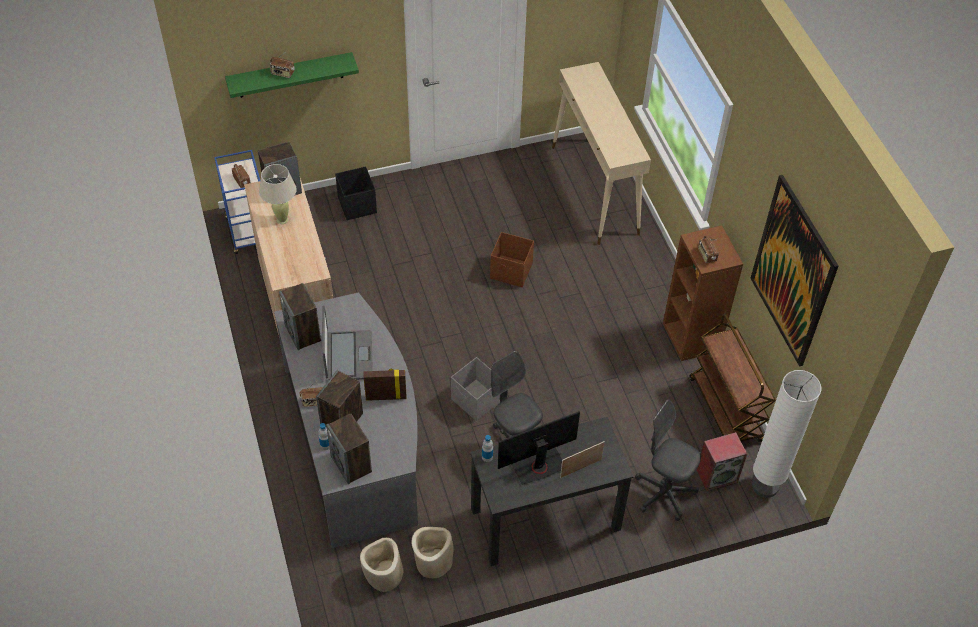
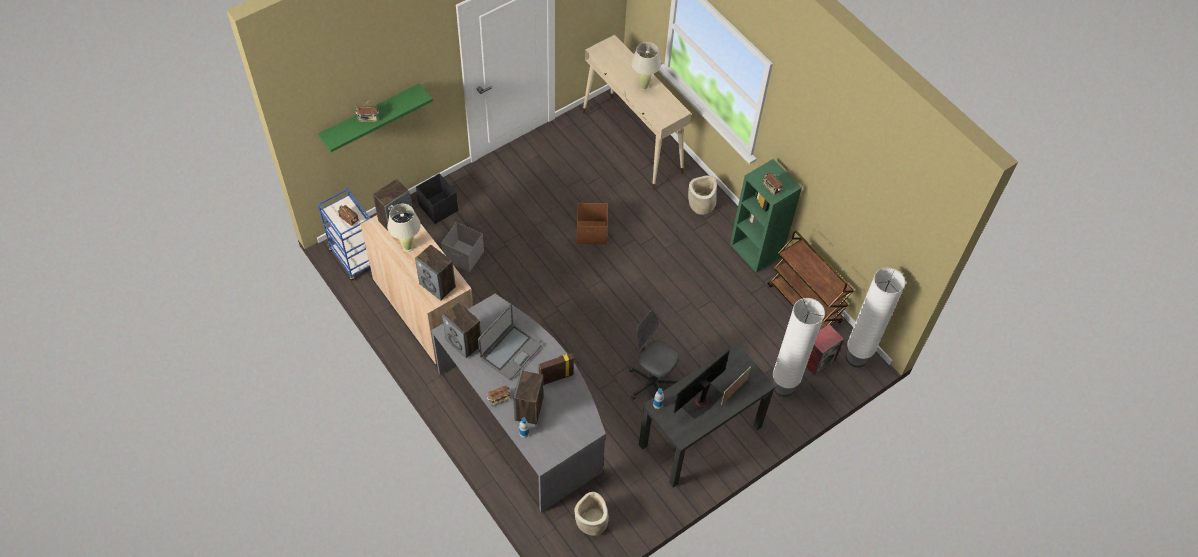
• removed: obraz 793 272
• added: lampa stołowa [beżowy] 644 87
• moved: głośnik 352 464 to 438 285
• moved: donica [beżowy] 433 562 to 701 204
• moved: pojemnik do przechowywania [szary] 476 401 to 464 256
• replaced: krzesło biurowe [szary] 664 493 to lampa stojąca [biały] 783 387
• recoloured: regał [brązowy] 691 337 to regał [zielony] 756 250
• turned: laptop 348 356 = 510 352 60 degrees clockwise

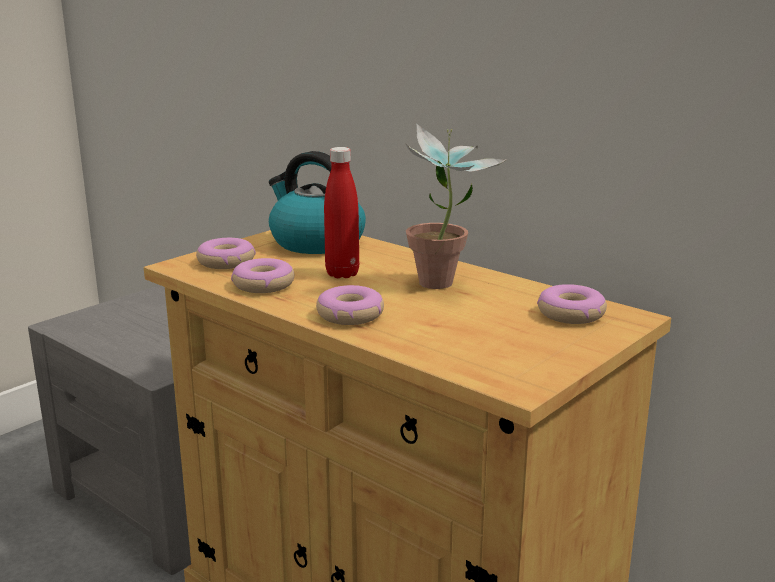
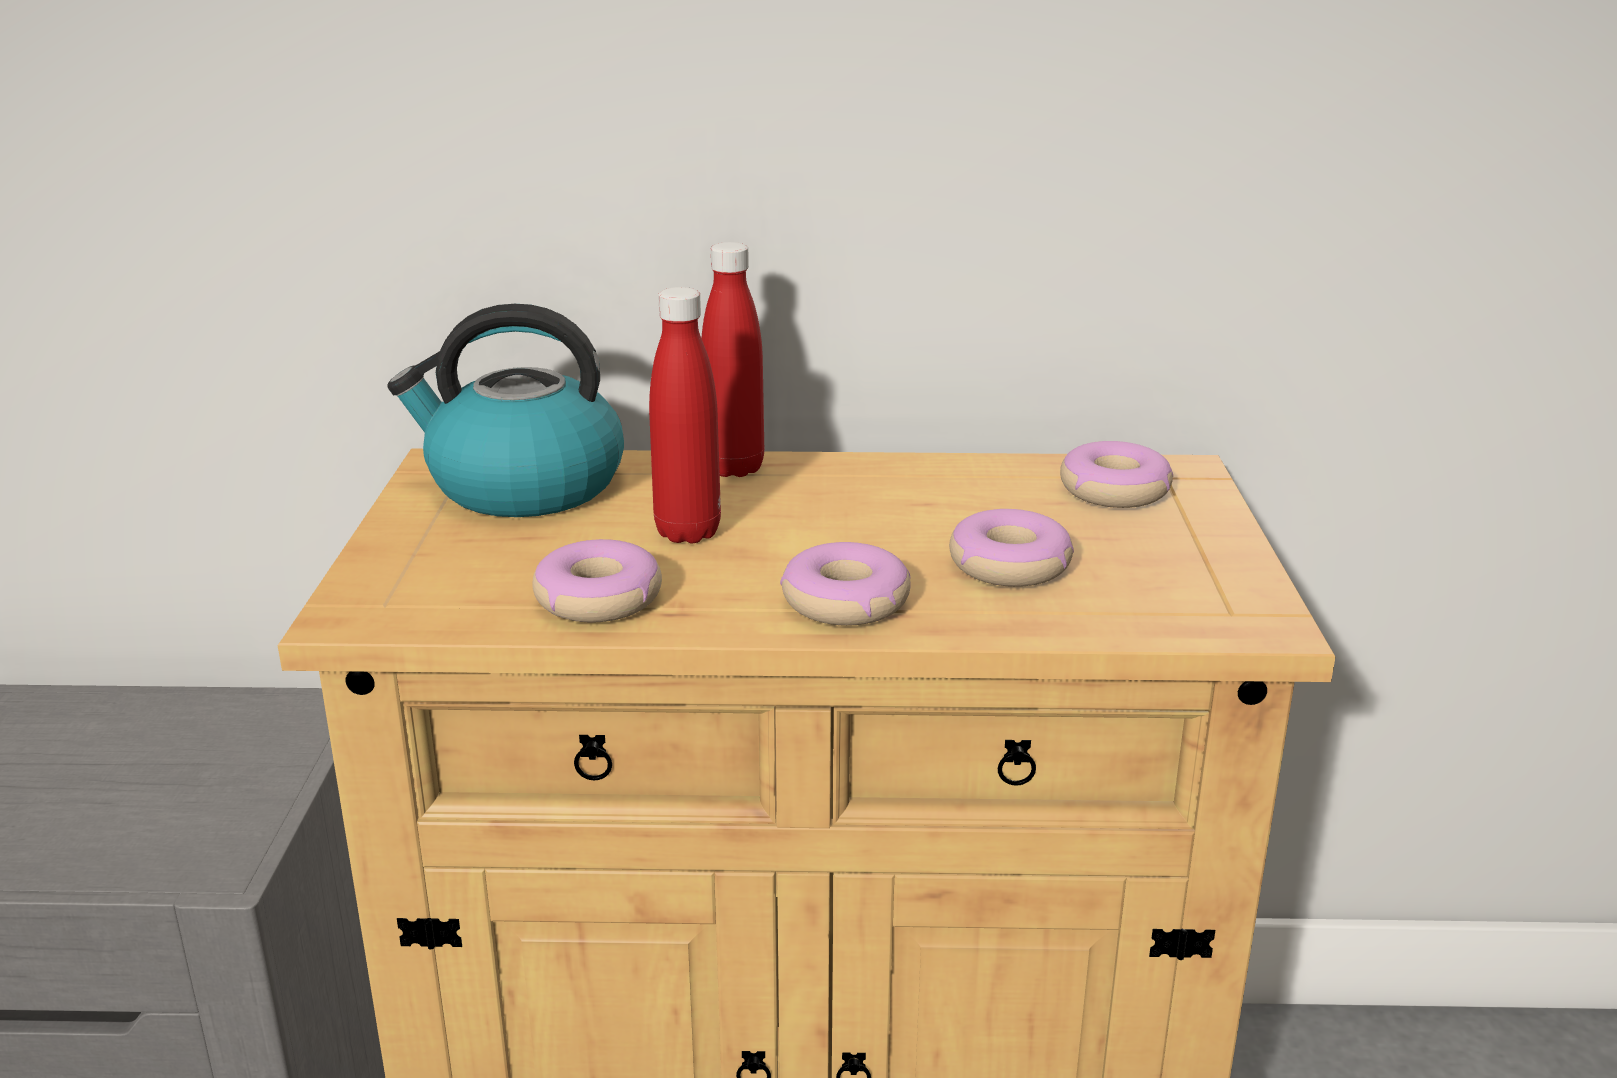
• removed: roślina doniczkowa 444 287
• added: butelka [czerwony] 734 468
• moved: donut 226 262 to 1010 565

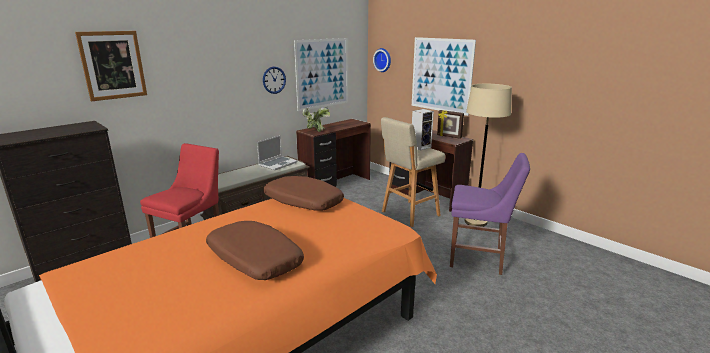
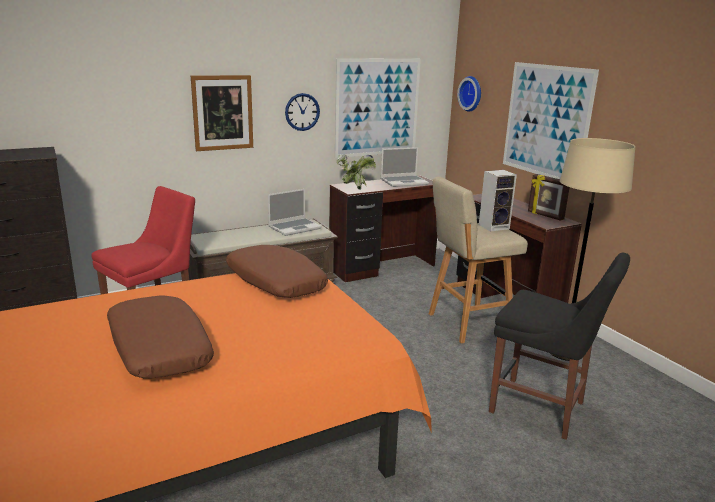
• added: laptop 404 182
• moved: obraz 113 65 to 222 113
• recoloured: krzesło [fioletowy] 479 259 to krzesło [czarny] 542 409

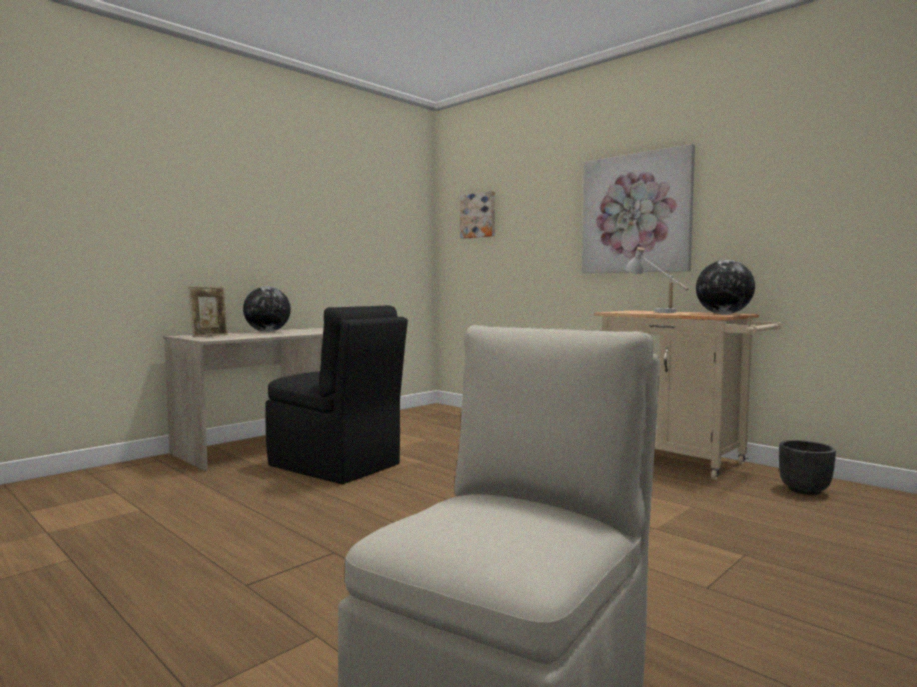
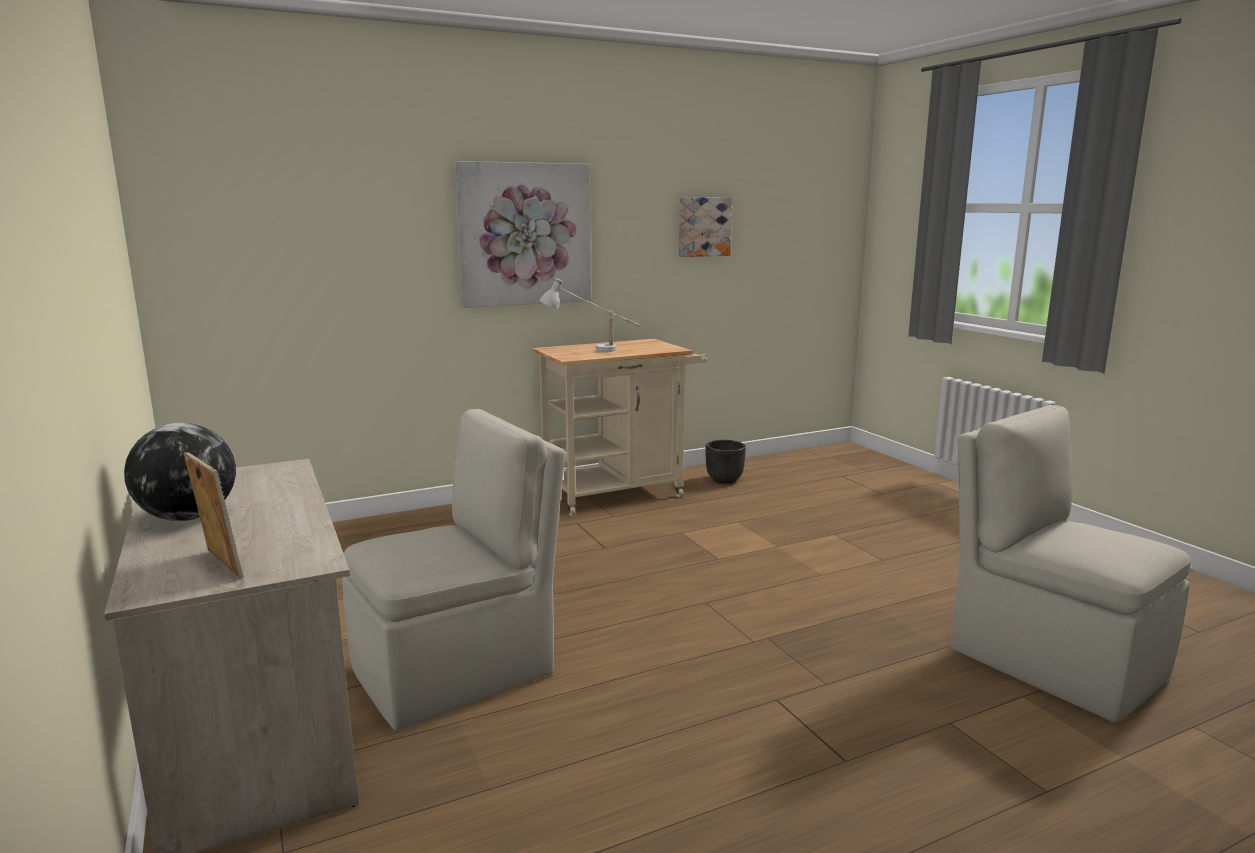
• removed: globus 723 314
• moved: obraz 478 215 to 703 226
• recoloured: krzesło [czarny] 336 466 to krzesło [beżowy] 458 670

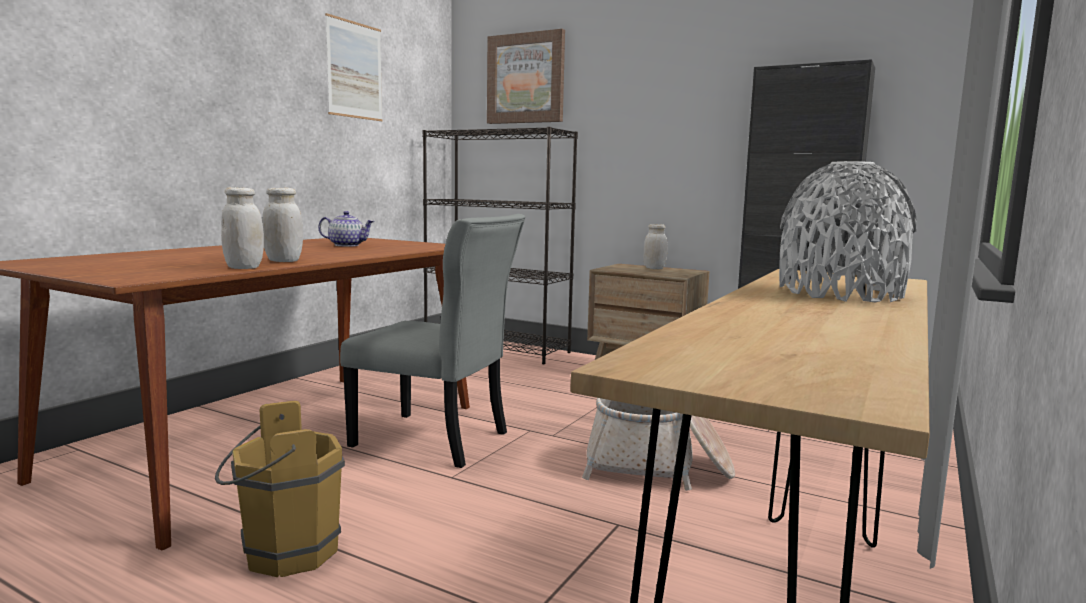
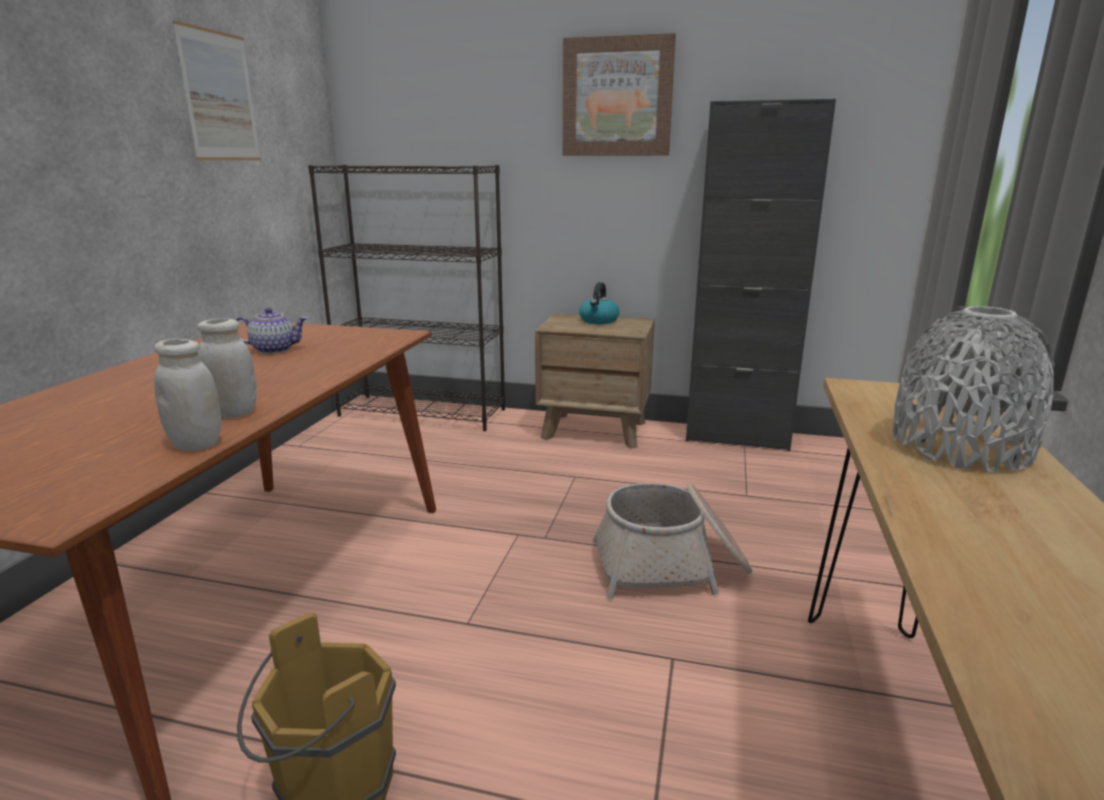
• removed: krzesło [szary] 436 441
• moved: obraz 526 78 to 617 97
• replaced: słoik [biały] 654 268 to czajnik 599 321

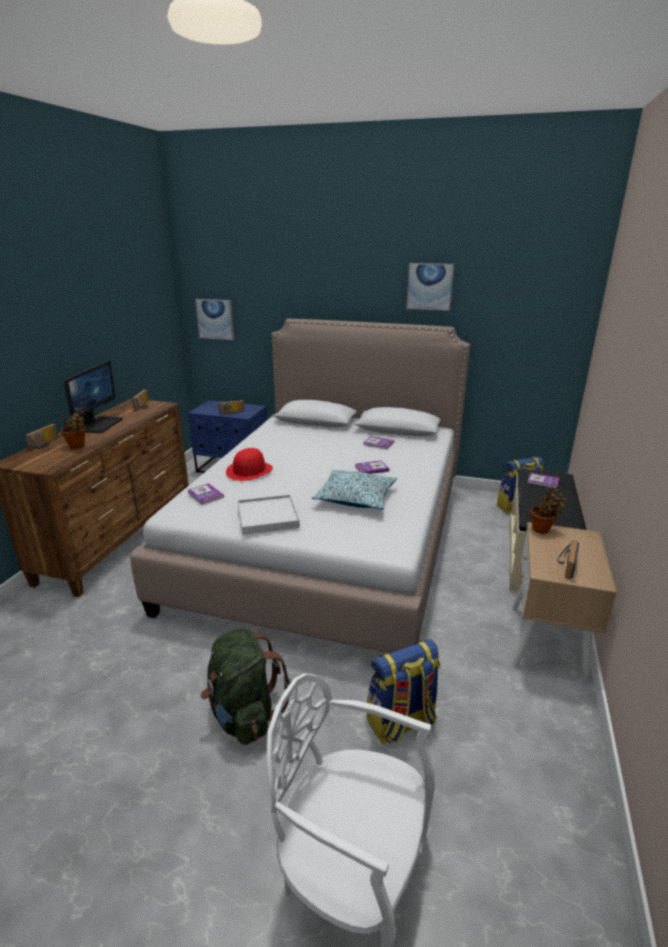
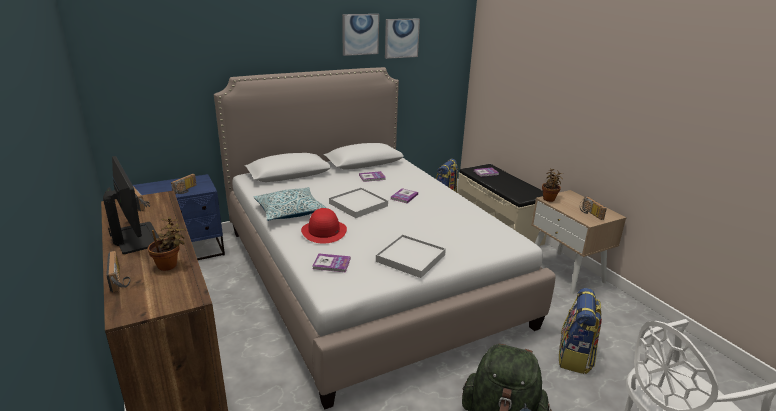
• added: taca [biały] 358 205
• moved: obraz 215 319 to 401 38
• moved: poduszka 356 498 to 290 211

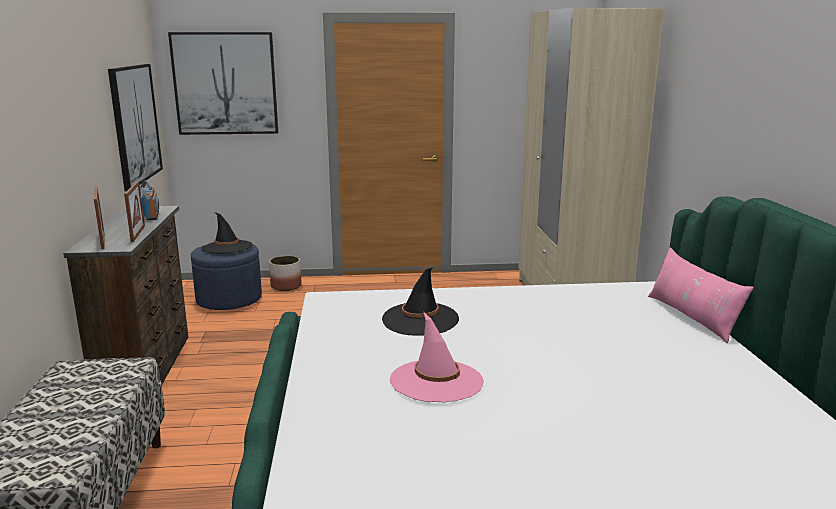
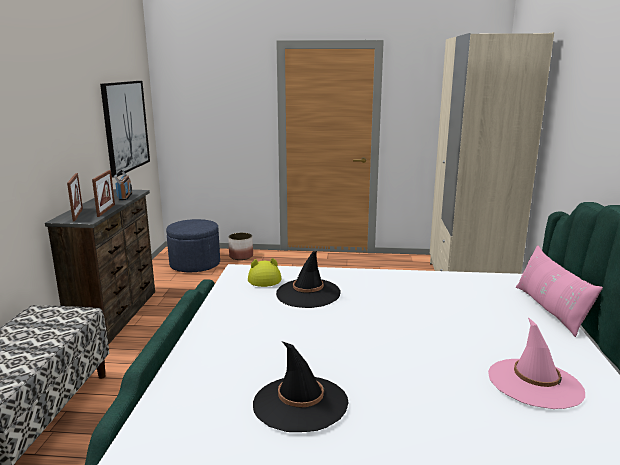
• removed: obraz 225 83
• added: kapelusz [żółty] 263 278
• moved: kapelusz [czarny] 227 247 to 300 403
• moved: kapelusz [różowy] 436 381 to 535 383

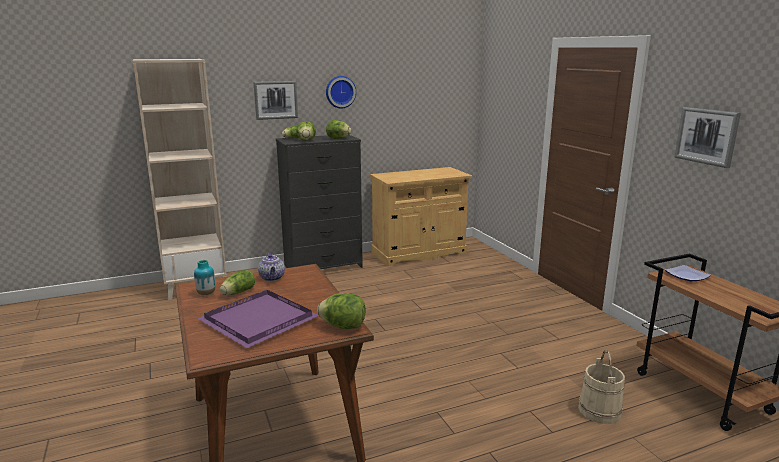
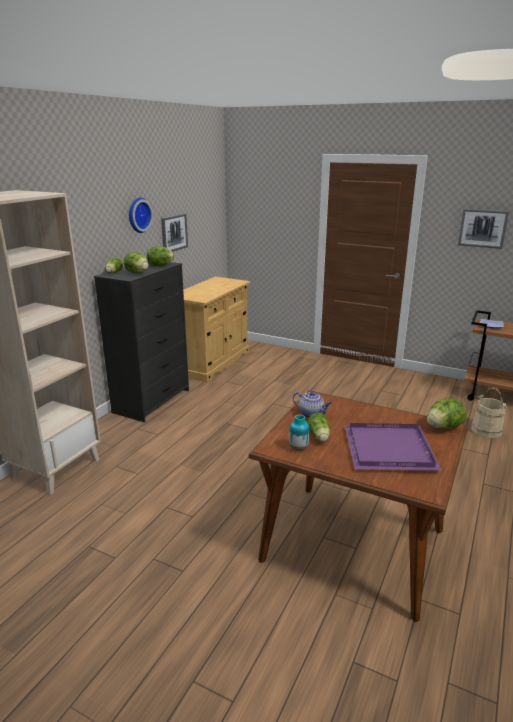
• moved: obraz 276 100 to 174 233

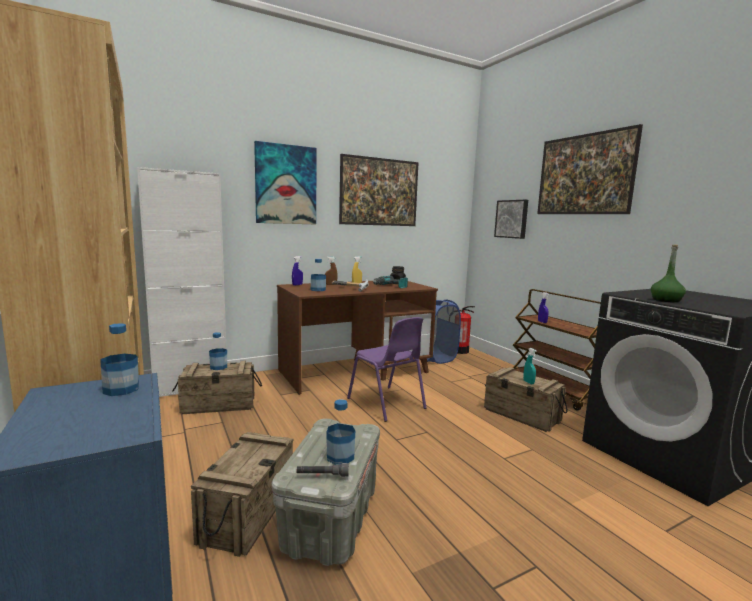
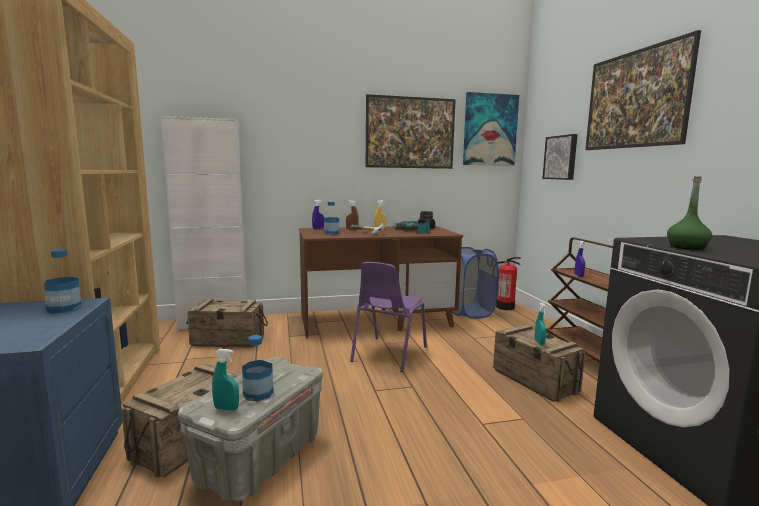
• removed: butelka 218 367
• moved: obraz 286 185 to 490 130
• replaced: latarka [szary] 322 475 to spryskiwacz [turkusowy] 226 408
• turned: krzesło [fioletowy] 387 404 = 388 354 45 degrees clockwise

